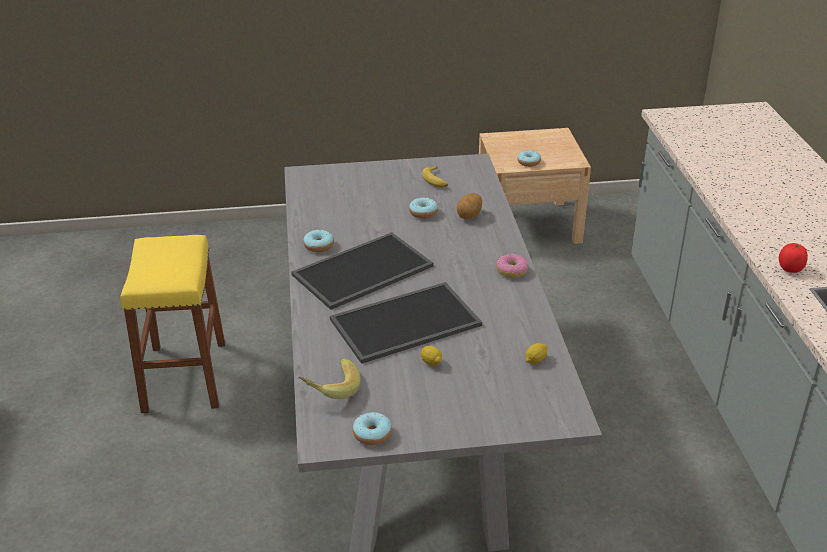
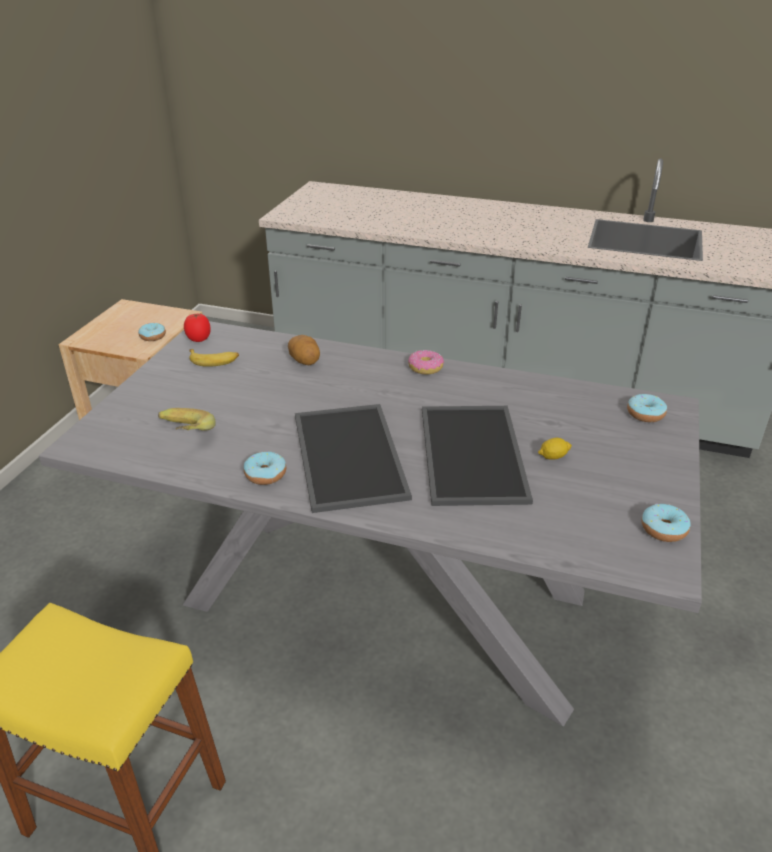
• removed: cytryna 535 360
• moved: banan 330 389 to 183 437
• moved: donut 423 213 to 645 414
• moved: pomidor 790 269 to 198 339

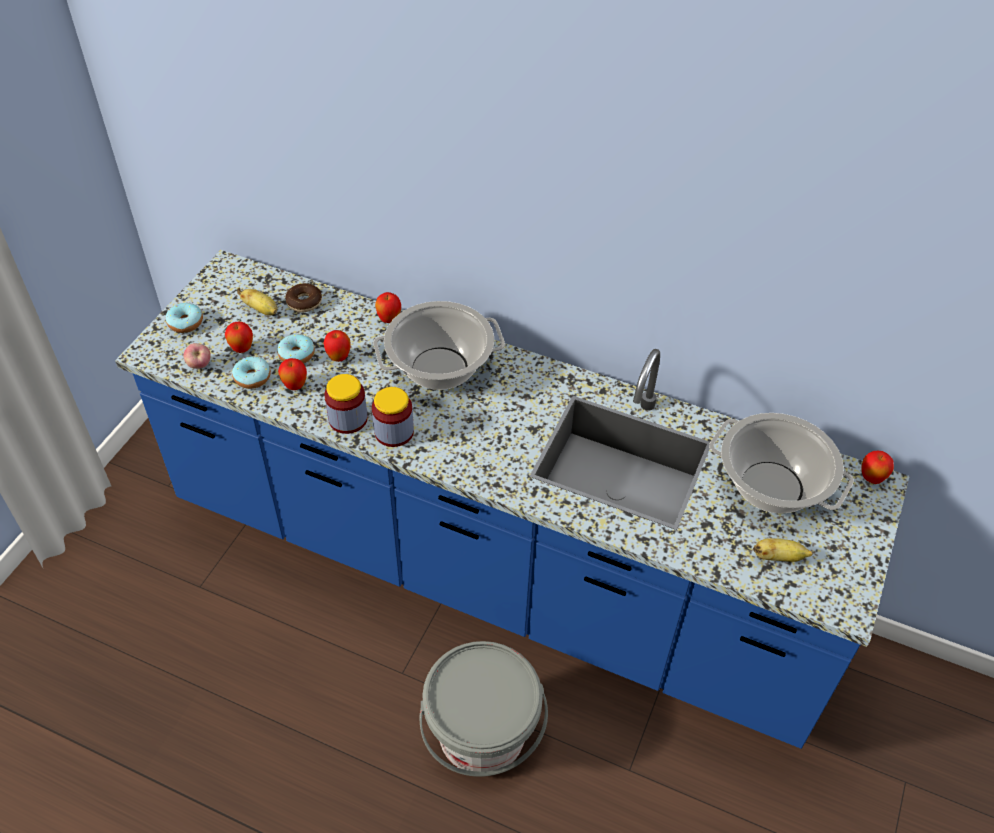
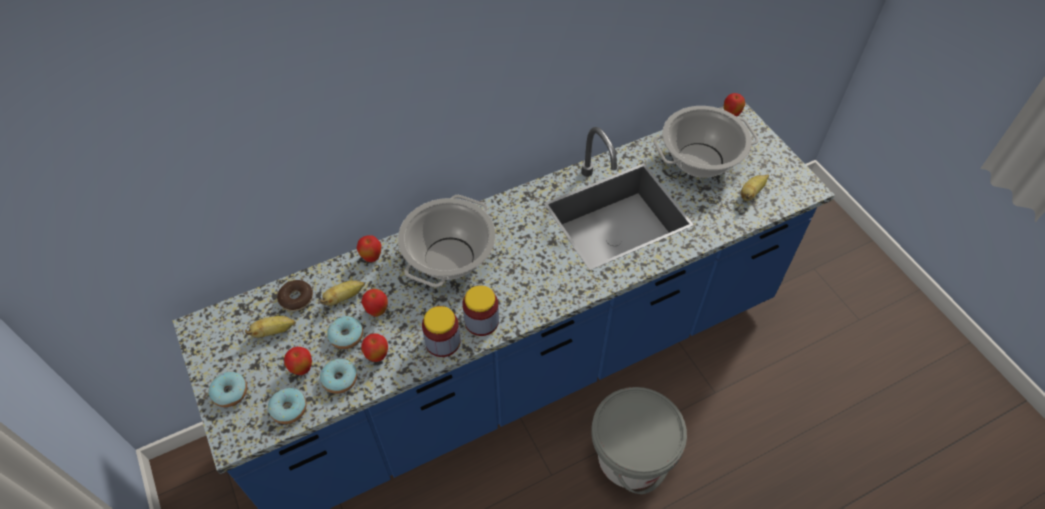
• added: banan 344 297
• replaced: jabłko 199 365 to donut 289 409

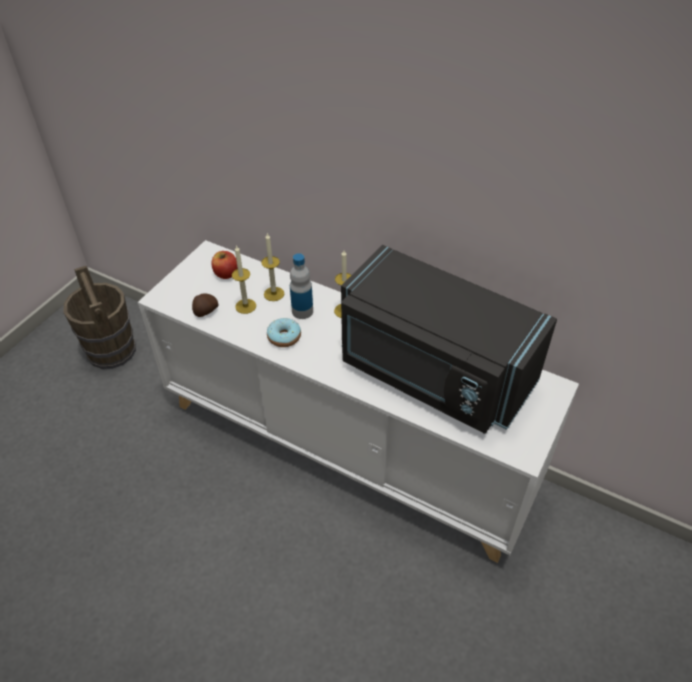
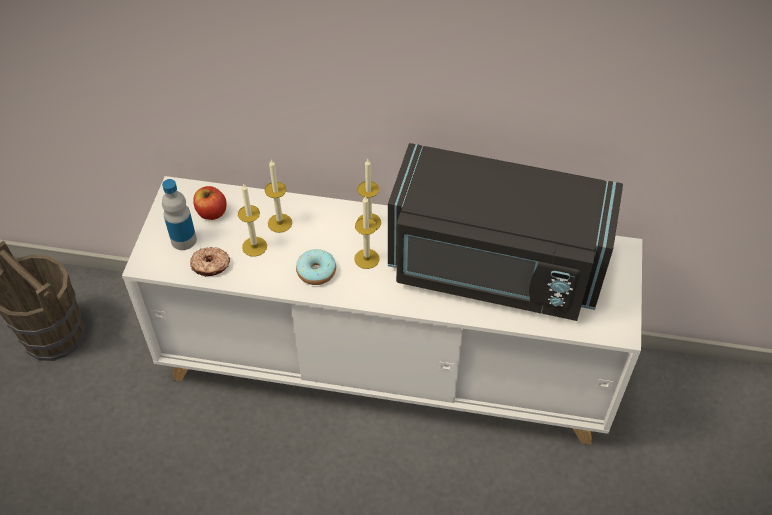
• added: świeca 366 258
• moved: butelka 302 311 to 183 240
• replaced: ziemniak 205 312 to donut 211 266

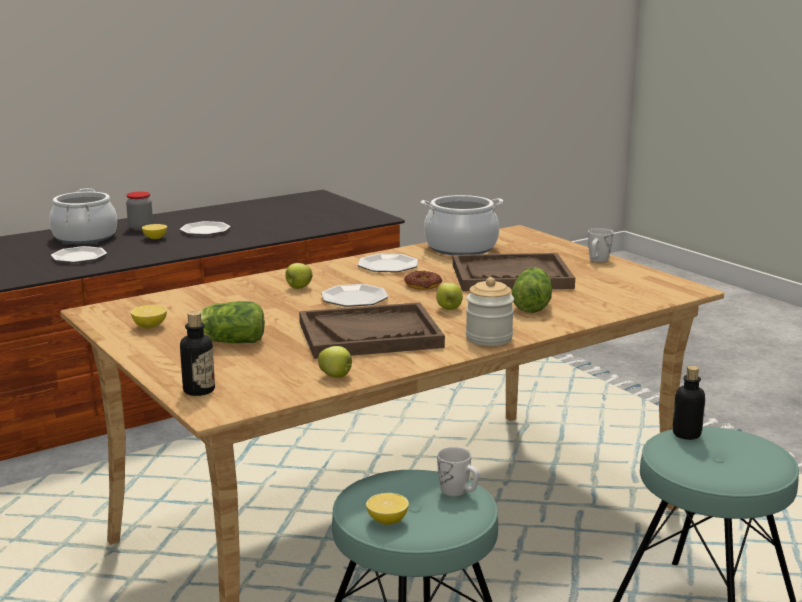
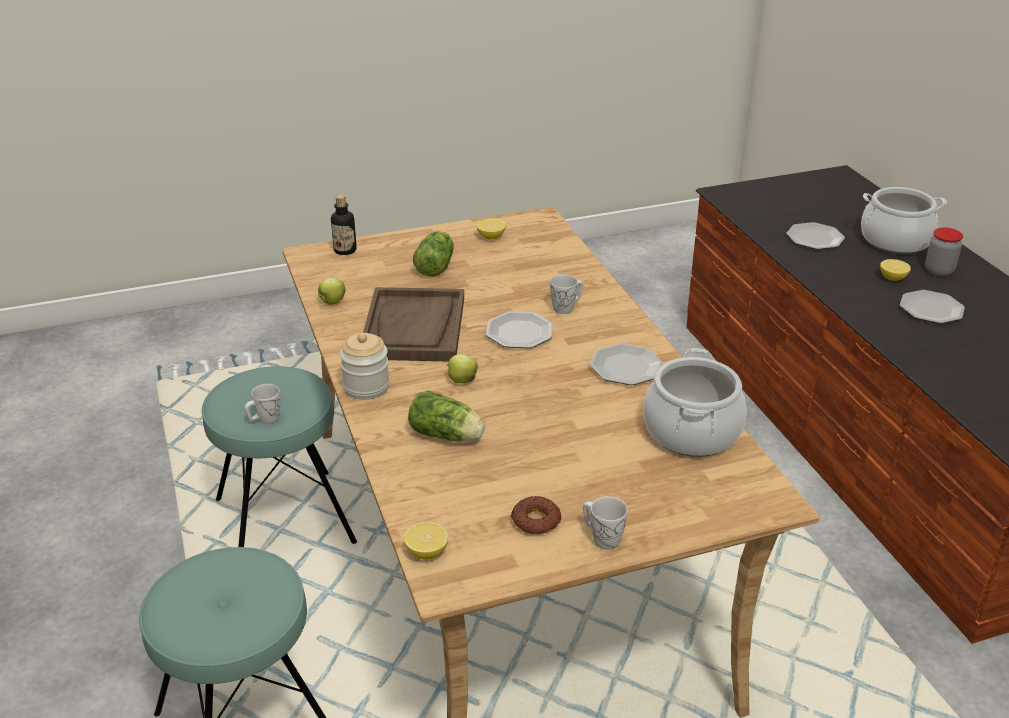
• removed: taca [brązowy] 511 276
• removed: butelka 686 434
• moved: cytryna 387 521 to 426 552
• moved: donut 423 285 to 535 521
• replaced: jabłko 298 288 to kubek [biały] 566 307

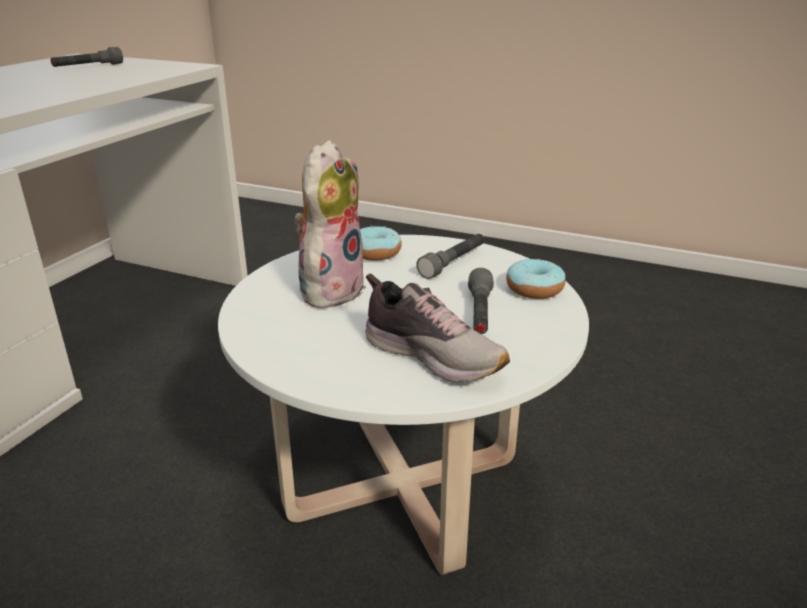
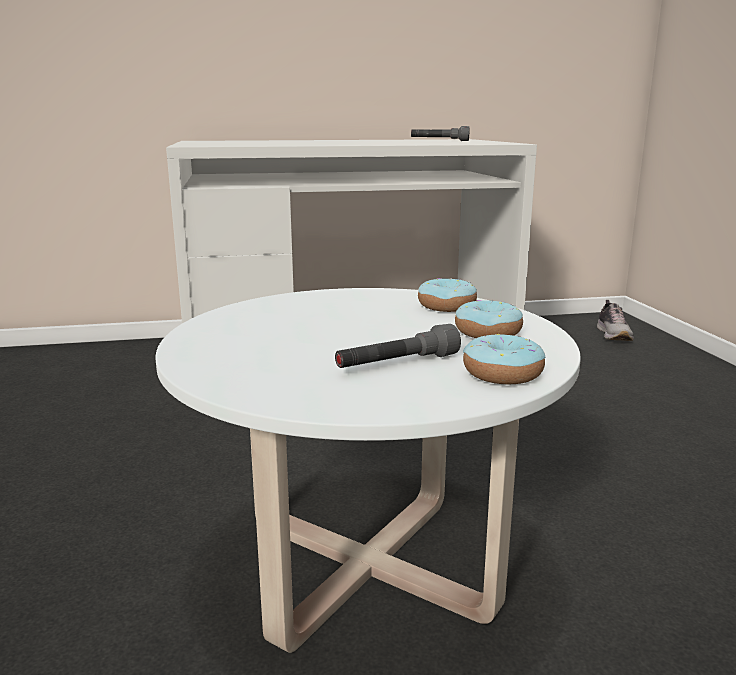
• removed: pluszak 330 289
• moved: but 433 355 to 614 335
• replaced: latarka [szary] 453 263 to donut 488 332

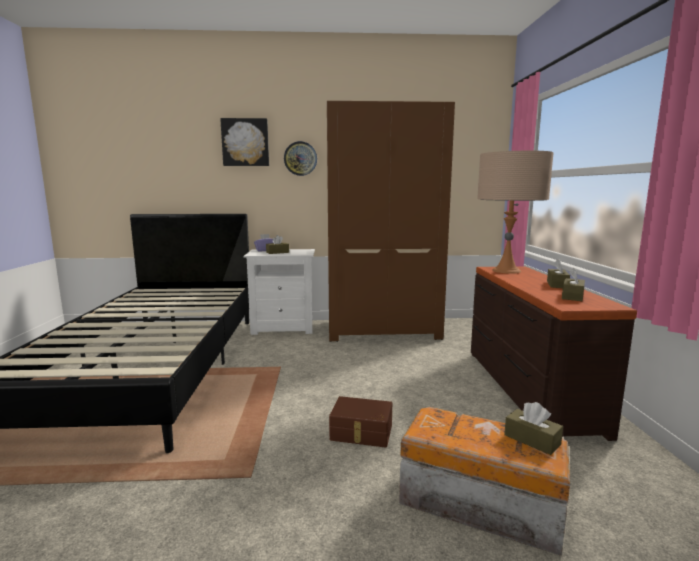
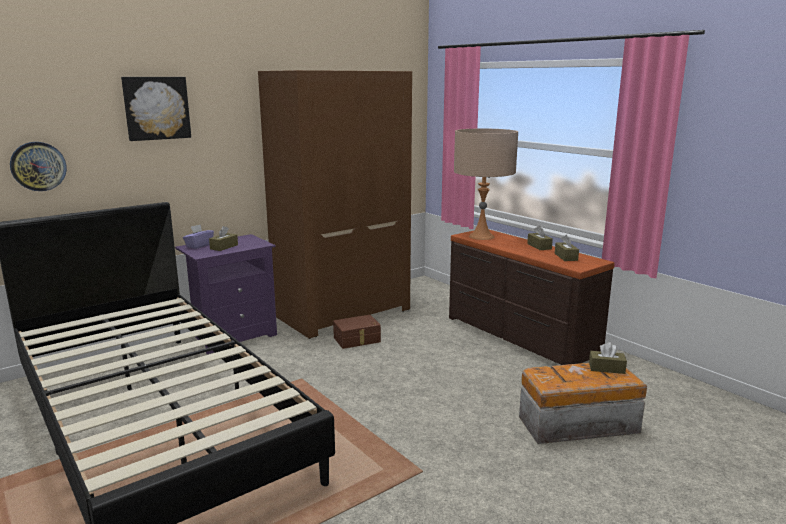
• moved: zegar ścienny 300 158 to 38 166
• moved: pojemnik do przechowywania [brązowy] 361 433 to 357 340
• recoloured: szafka nocna [biały] 284 327 to szafka nocna [fioletowy] 233 336

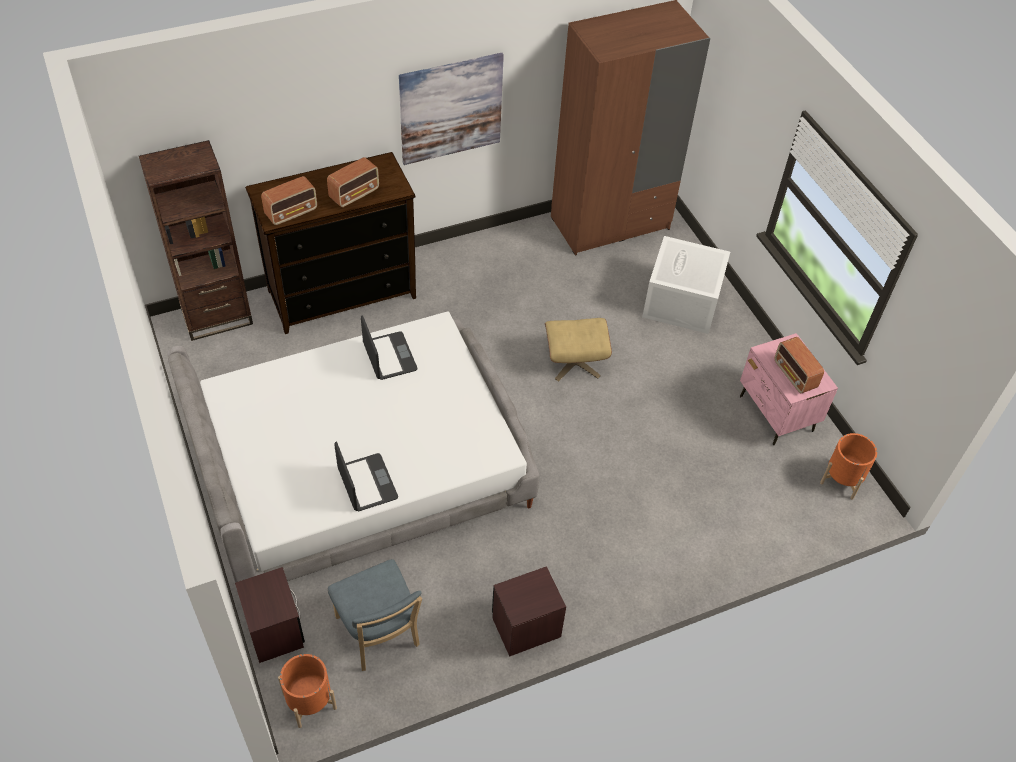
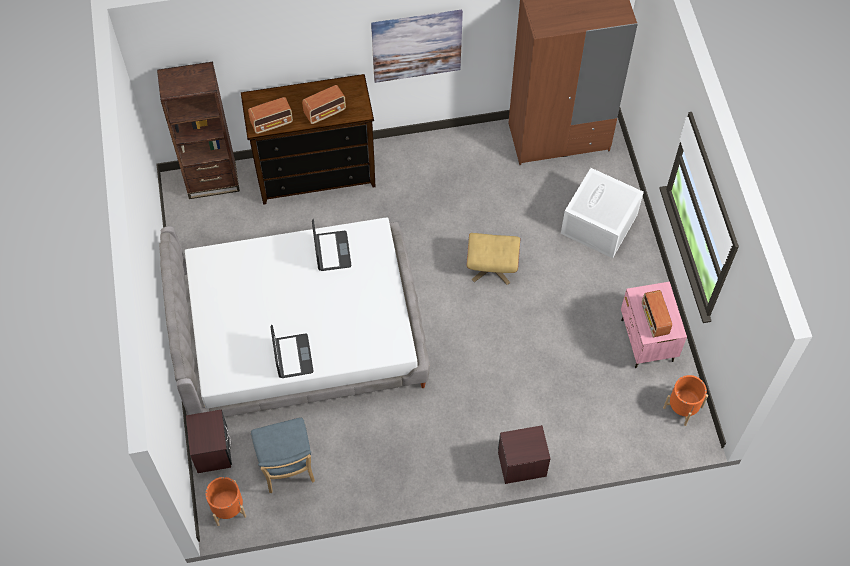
• moved: szafka nocna [brązowy] 526 627 to 521 464

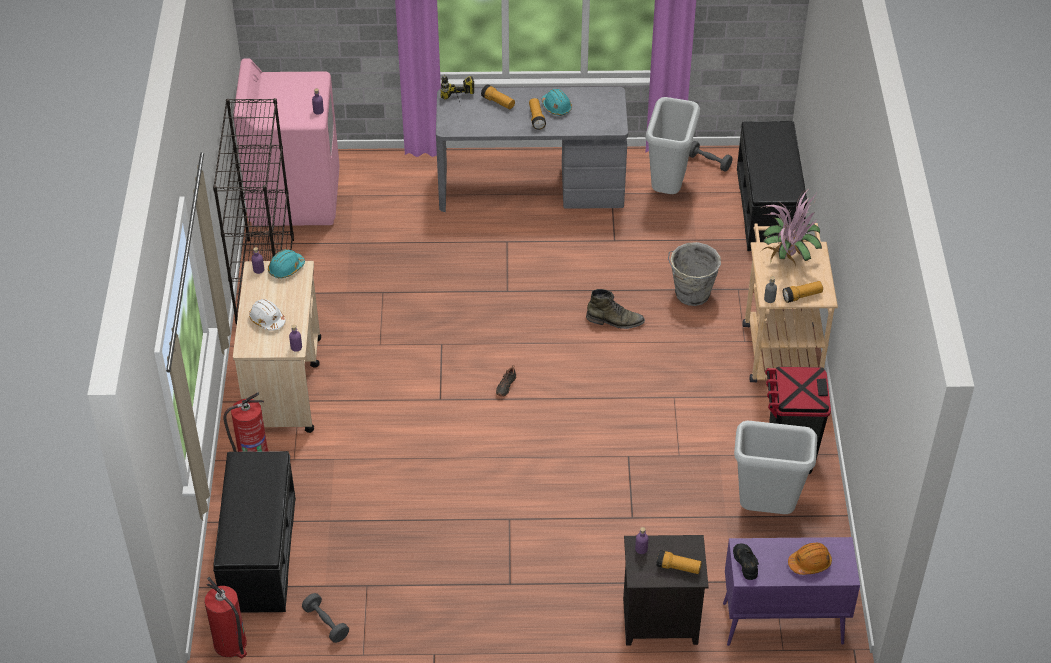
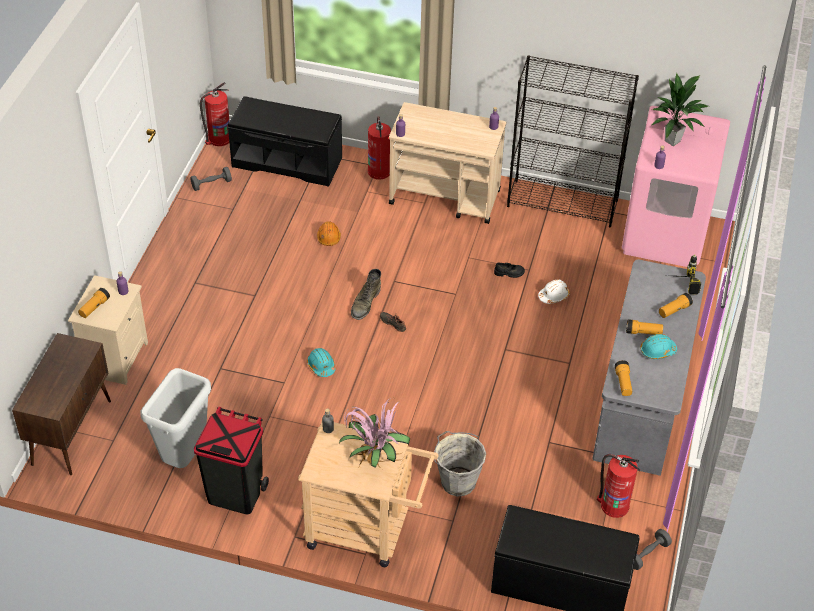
• added: roślina doniczkowa 673 141
• moved: kask [biały] 267 319 to 553 296
• moved: kask [turkusowy] 286 268 to 321 366
• moved: but z cholewką [zielony] 615 321 to 365 303
• moved: but [czarny] 746 563 to 509 273
• moved: latarka 802 296 to 623 383
• moved: kask [pomarańczowy] 810 563 to 328 237
• replaced: kosz na śmieci [szary] 667 188 to gaśnica 614 505
• recoloured: szafka nocna [czarny] 659 622 to szafka nocna [beżowy] 115 357
• recoloured: szafka [fioletowy] 781 624 to szafka [brązowy] 72 432

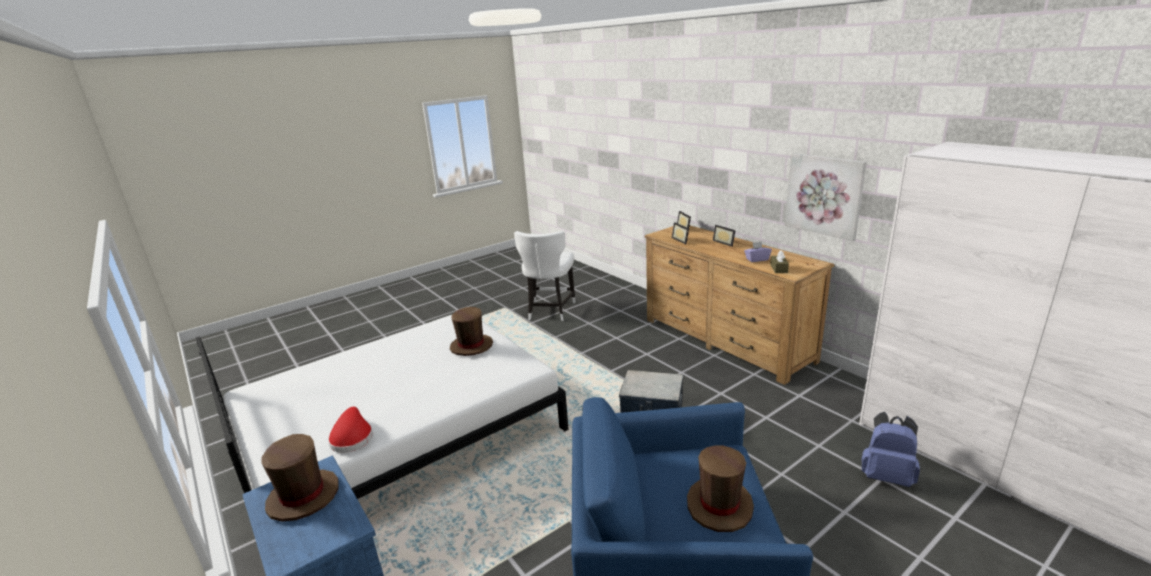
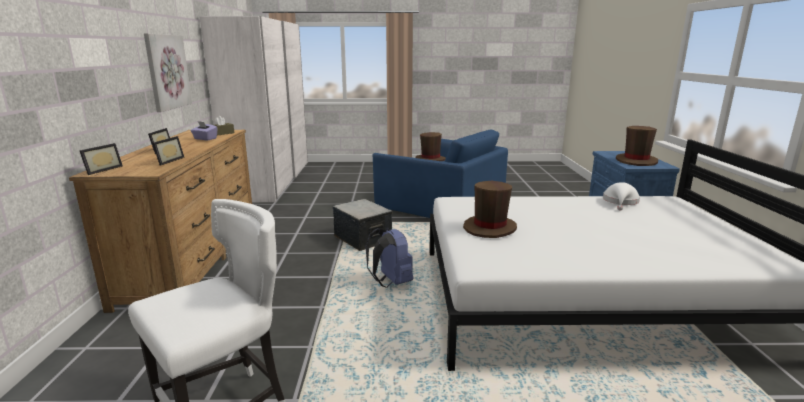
• moved: plecak [niebieski] 886 476 to 391 282
• recoloured: kapelusz [czerwony] 352 437 to kapelusz [biały] 620 202

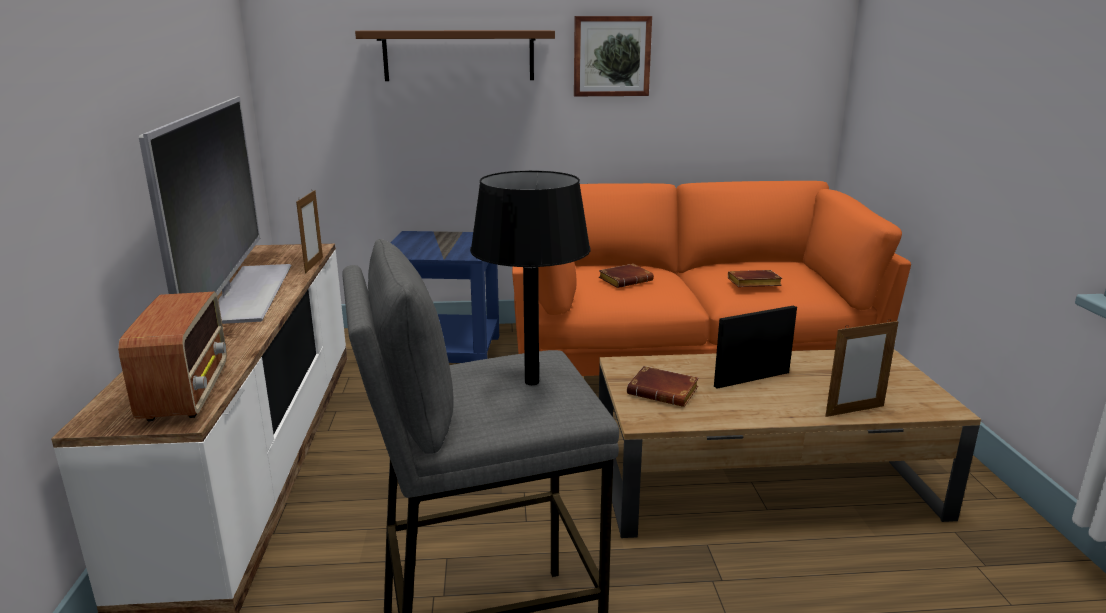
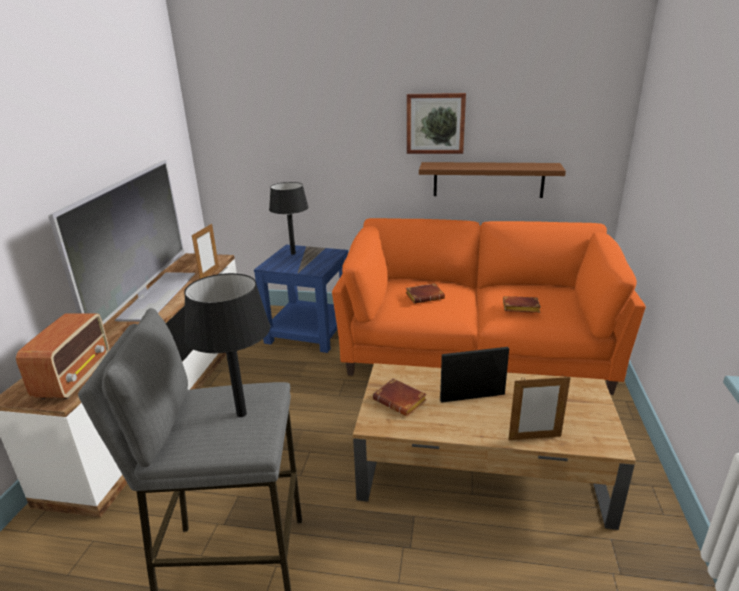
• added: lampa stołowa [czarny] 293 253
• moved: półka [brązowy] 459 55 to 488 179

